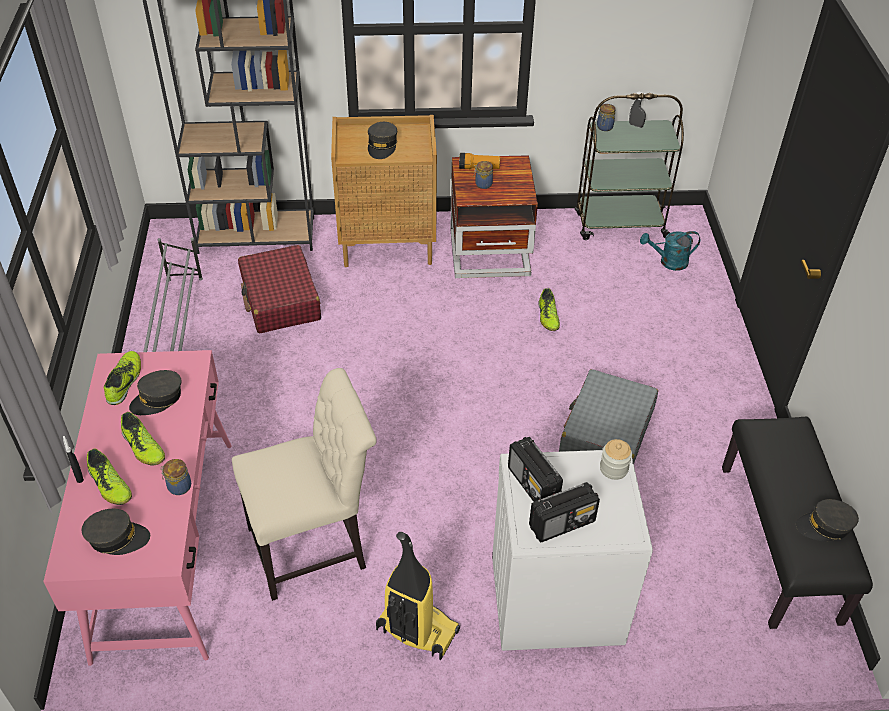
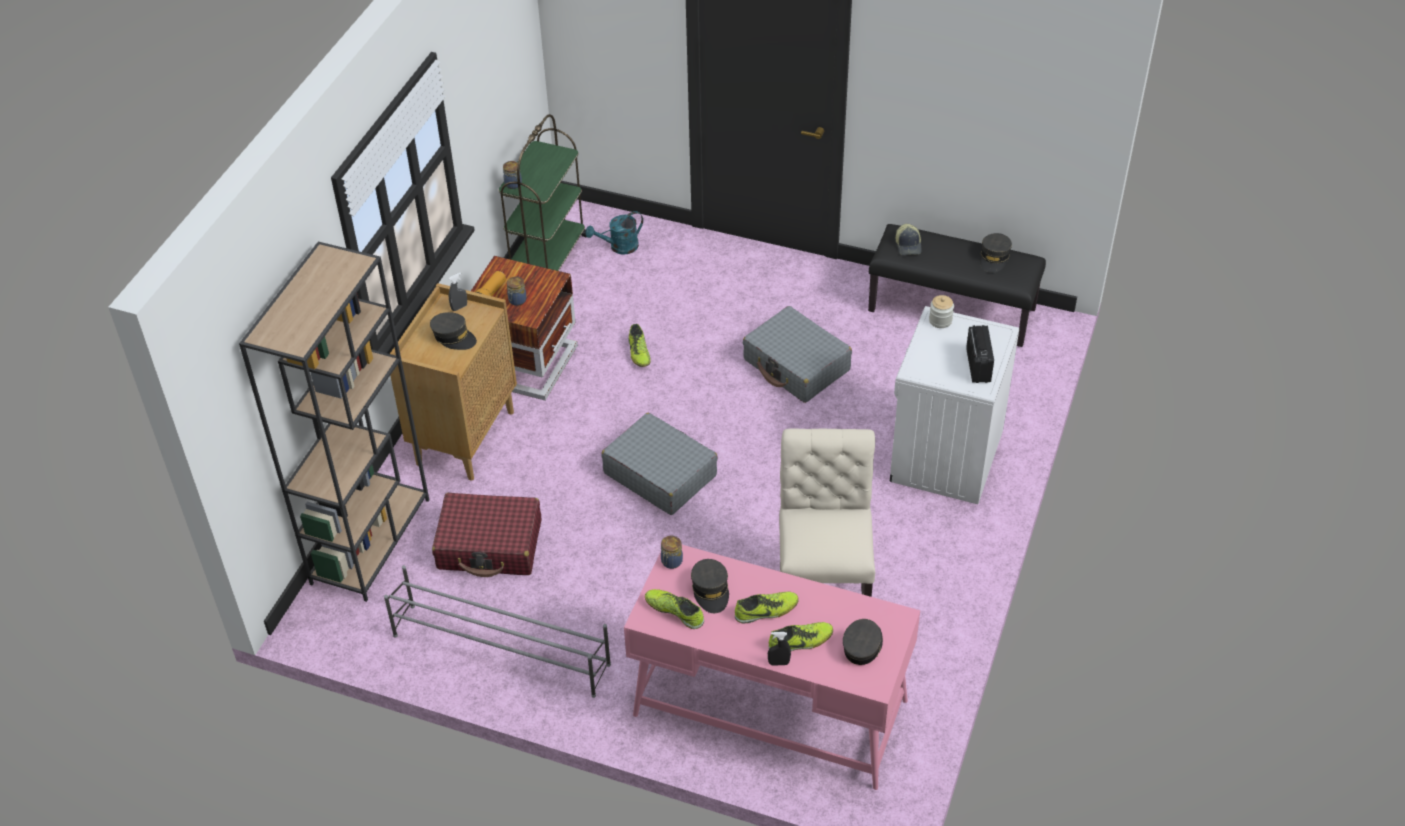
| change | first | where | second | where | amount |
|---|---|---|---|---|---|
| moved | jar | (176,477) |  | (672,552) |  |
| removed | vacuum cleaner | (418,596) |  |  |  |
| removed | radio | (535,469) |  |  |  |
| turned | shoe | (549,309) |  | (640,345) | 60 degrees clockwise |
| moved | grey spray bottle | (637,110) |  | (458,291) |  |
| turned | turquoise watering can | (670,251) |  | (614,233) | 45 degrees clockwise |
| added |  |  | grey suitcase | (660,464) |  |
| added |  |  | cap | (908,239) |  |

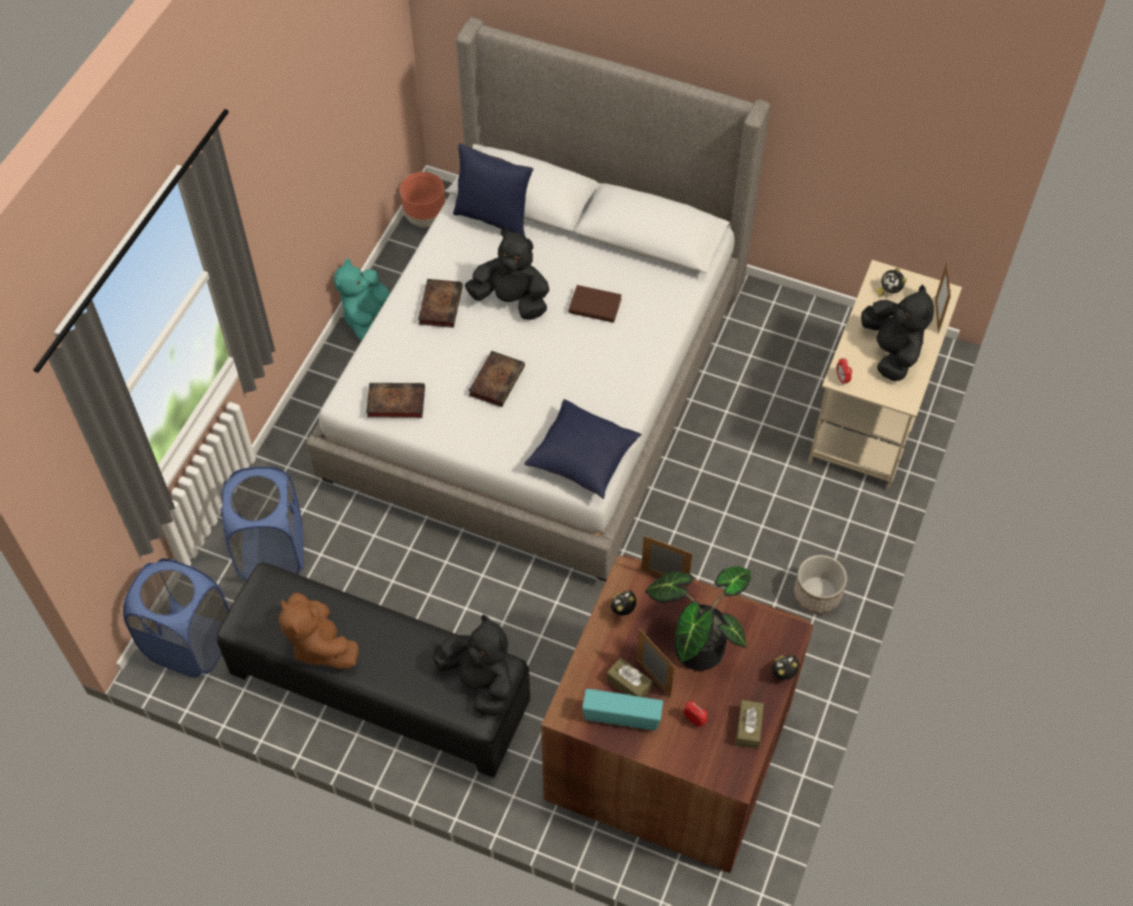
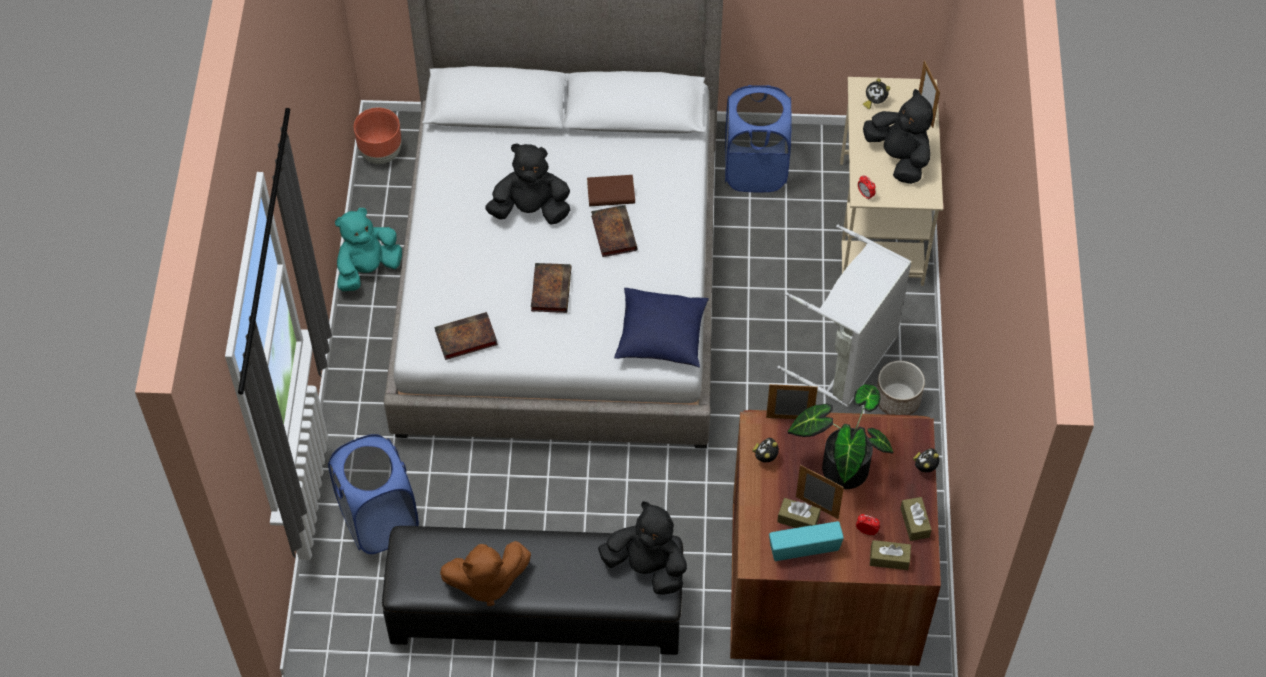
| change | first | where | second | where | amount |
|---|---|---|---|---|---|
| moved | blue laundry basket | (176,618) |  | (758,138) |  |
| turned | brown plush toy | (318,630) |  | (485,573) | 45 degrees counterclockwise |
| turned | turquoise plush toy | (362,300) |  | (368,249) | 60 degrees clockwise |
| moved | book | (440,303) |  | (614,231) |  |
| removed | blue pillow | (493,190) |  |  |  |
| added |  |  | grey laundry basket | (844,315) |  |
| added |  |  | brown tissue box | (890,555) |  |

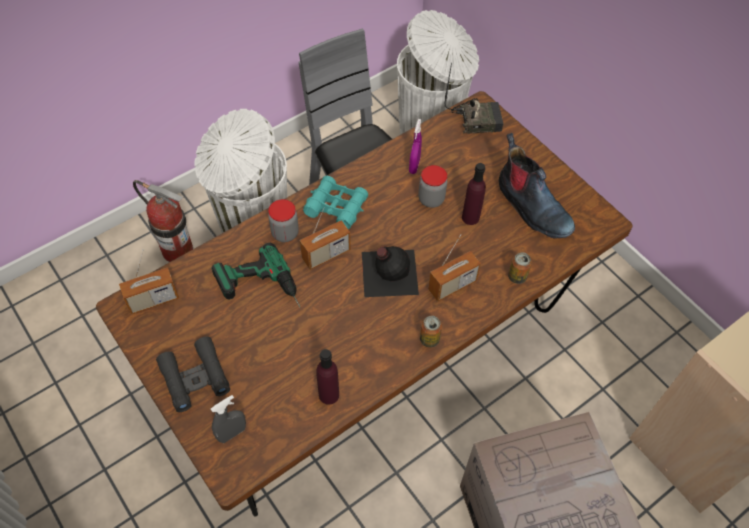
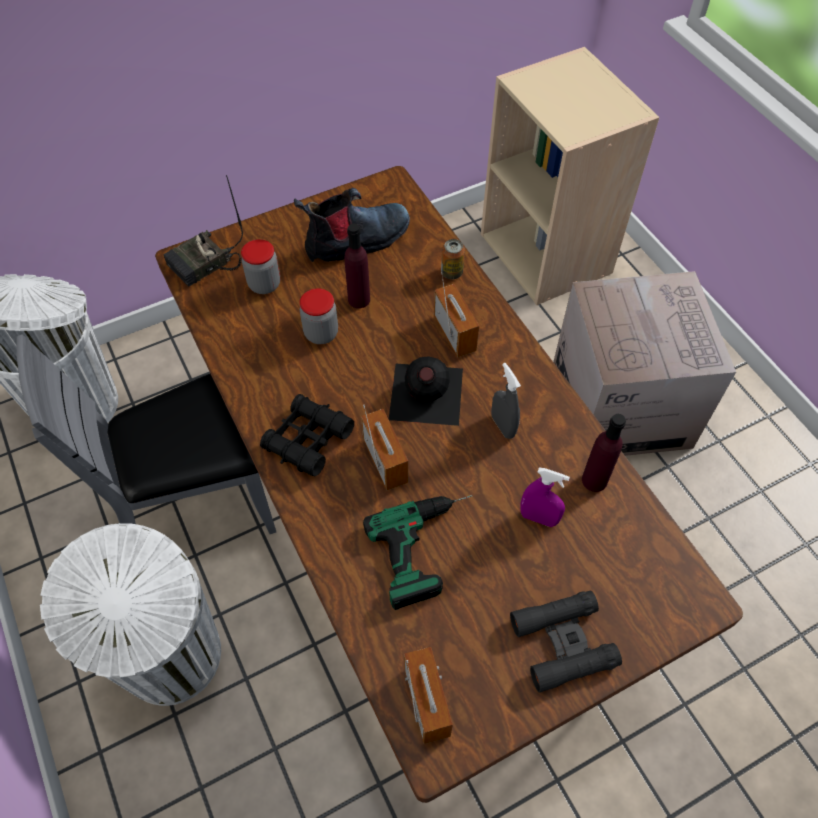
| change | first | where | second | where | amount |
|---|---|---|---|---|---|
| removed | fire extinguisher | (163,221) |  |  |  |
| moved | grey spray bottle | (228,419) |  | (506,401) |  |
| moved | jar | (283,220) |  | (260,266) |  |
| recoloured | turquoise binoculars | (335,202) | black binoculars | (307,435) |  |
| moved | purple spray bottle | (415,146) |  | (545,497) |  |
| removed | can | (431,332) |  |  |  |
| turned | radio | (473,98) |  | (203,231) | 135 degrees counterclockwise |

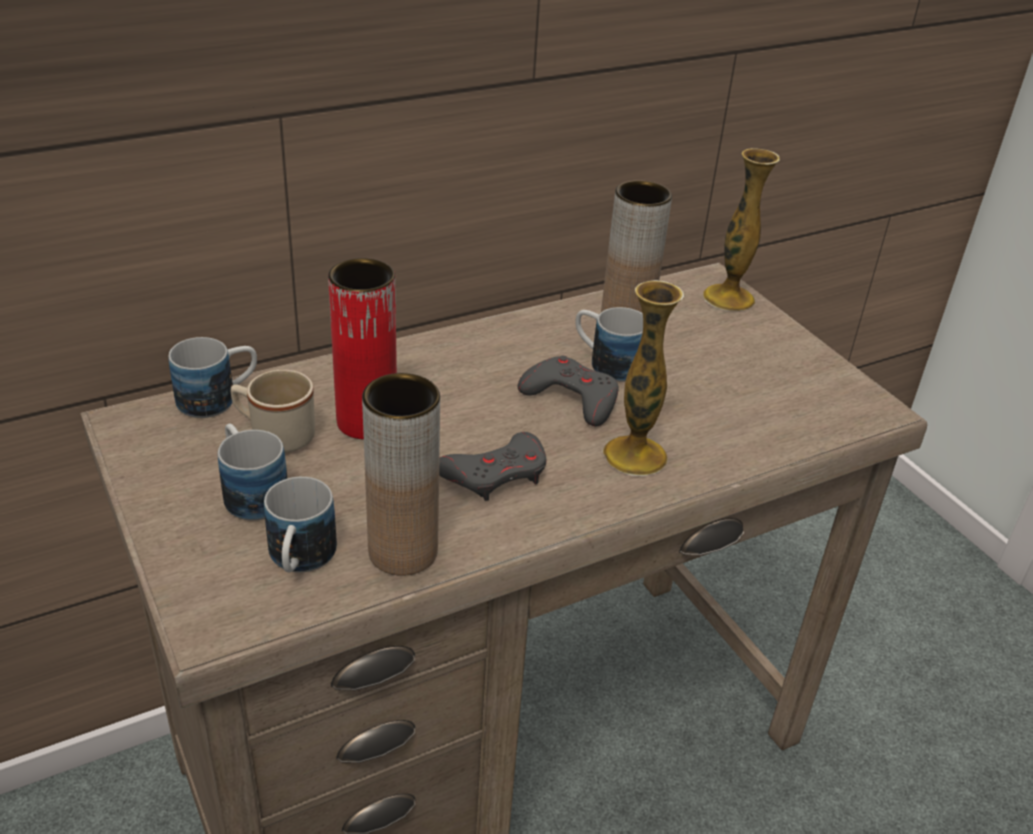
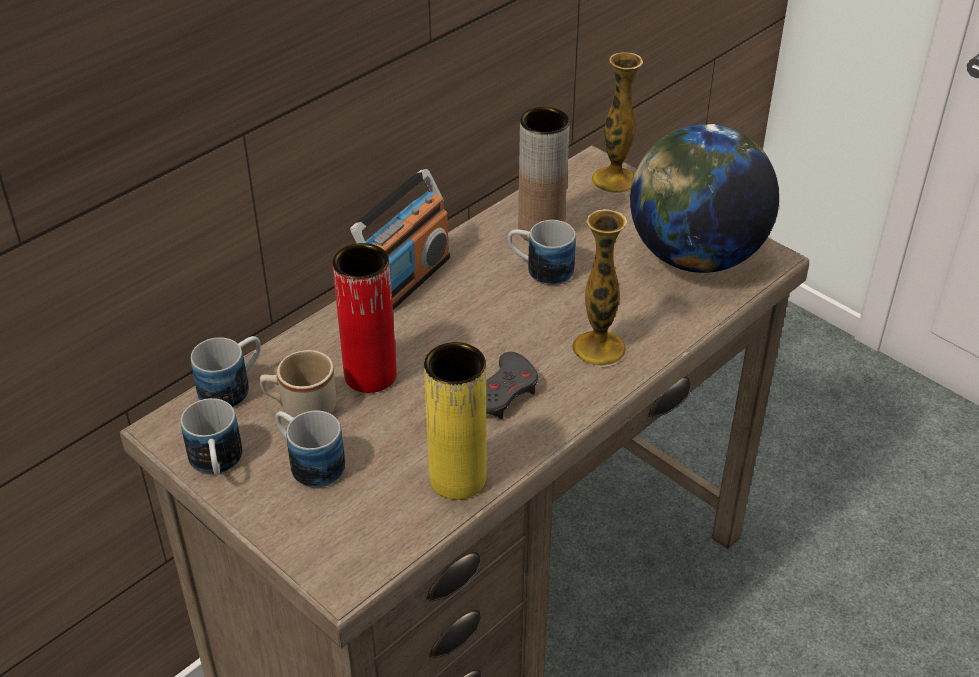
| change | first | where | second | where | amount |
|---|---|---|---|---|---|
| moved | mug | (300,524) |  | (211,436) |  |
| recoloured | brown vase | (401,474) | yellow vase | (455,421) |  |
| removed | grey game controller | (568,391) |  |  |  |
| added |  |  | radio | (400,239) |  |
| added |  |  | globe | (704,198) |  |

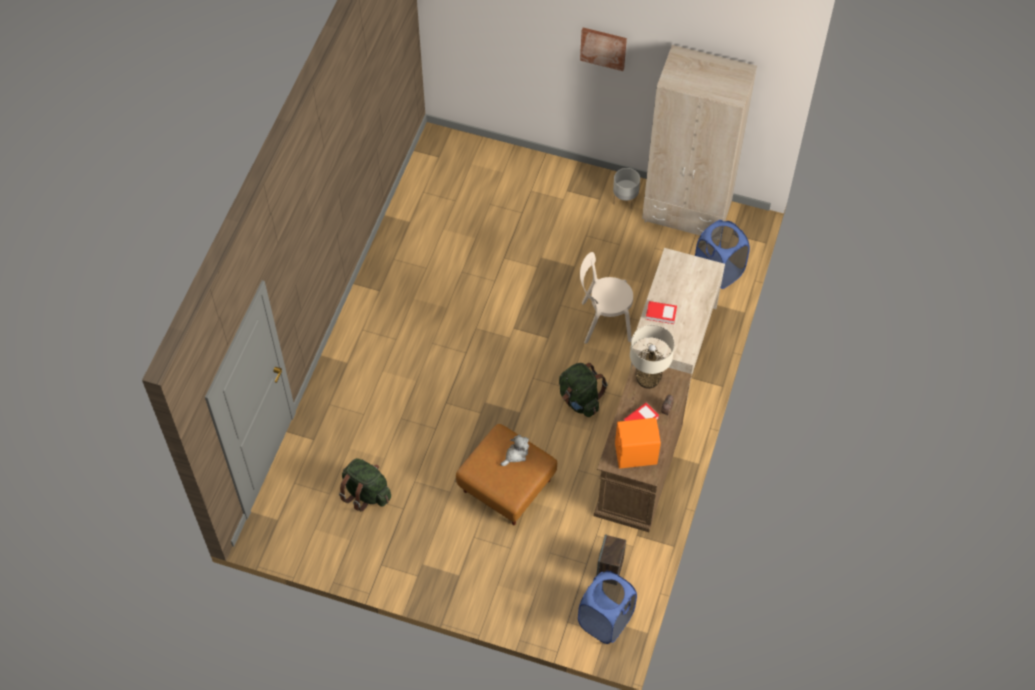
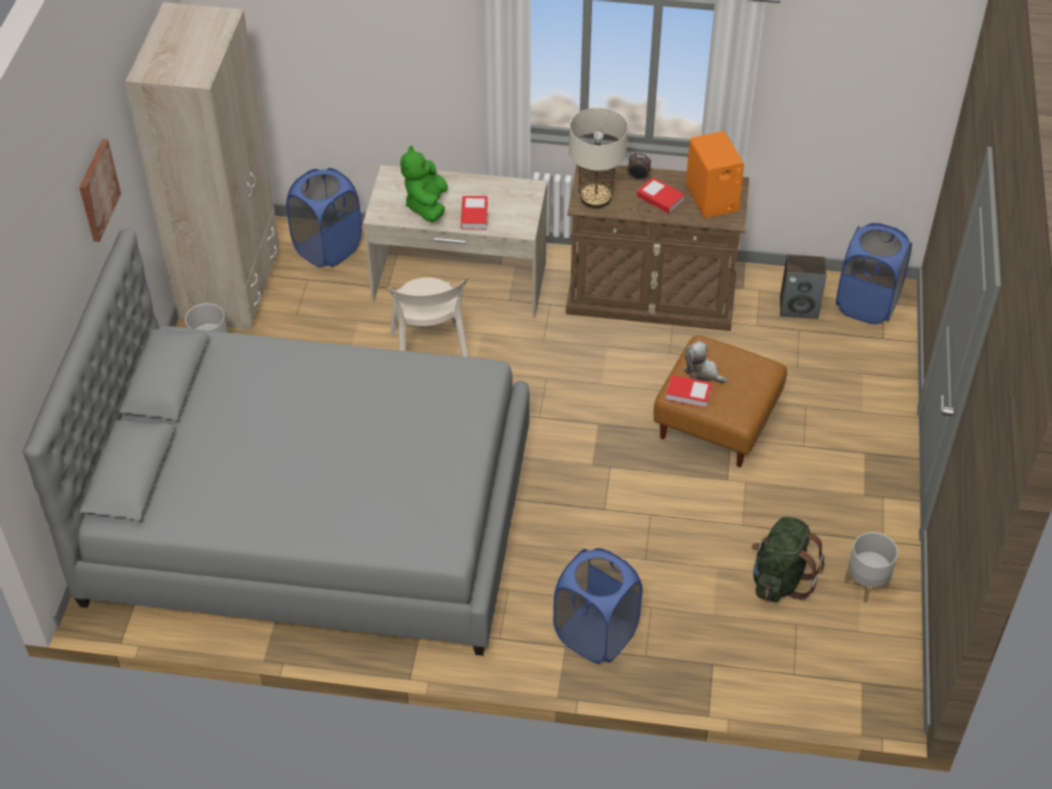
| change | first | where | second | where | amount |
|---|---|---|---|---|---|
| removed | green backpack | (583,390) |  |  |  |
| added |  |  | grey bed | (276,442) |  |
| added |  |  | green plush toy | (424,184) |  |
| added |  |  | blue laundry basket | (597,605) |  |
| added |  |  | book | (689,391) |  |
| added |  |  | grey planter | (871,567) |  |

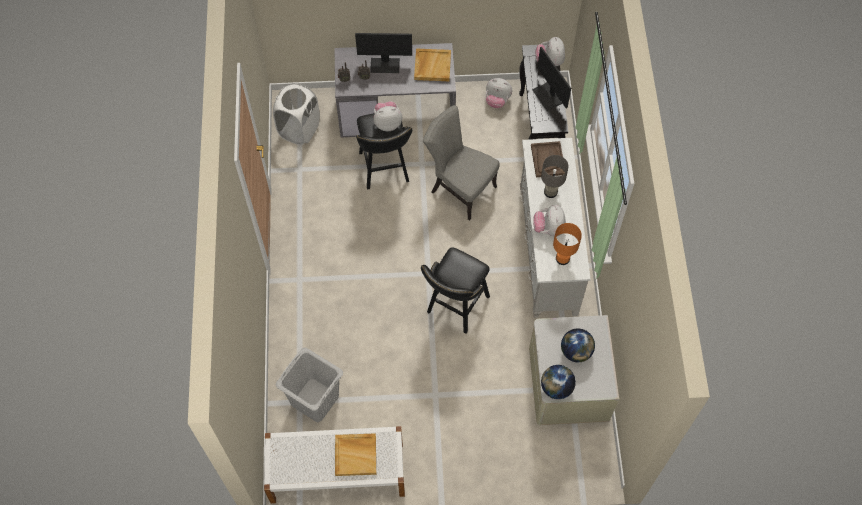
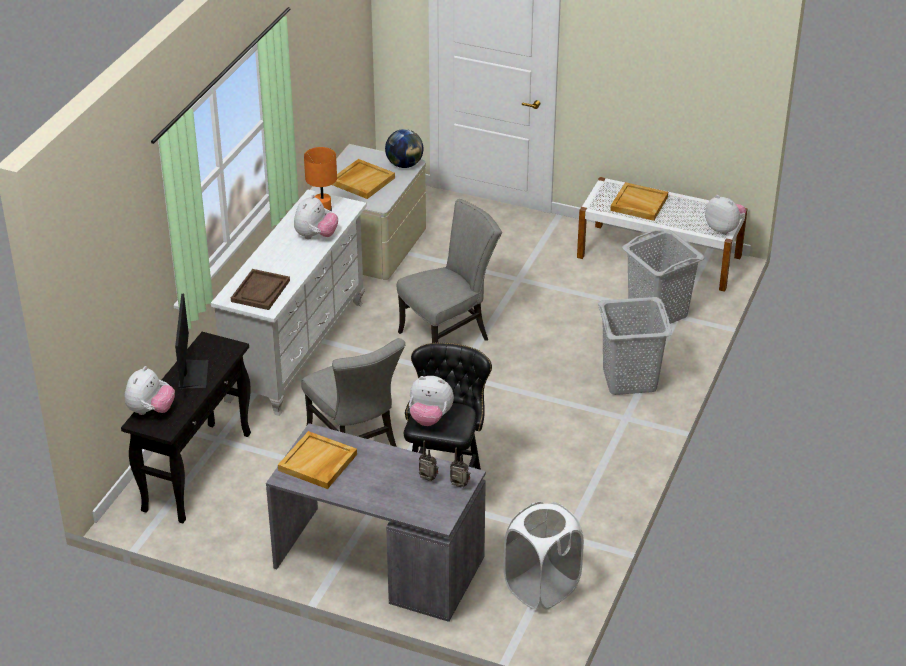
| change | first | where | second | where | amount |
|---|---|---|---|---|---|
| removed | monitor | (383,53) |  |  |  |
| replaced | black stool | (455,290) | grey chair | (449,271) |  |
| moved | plush toy | (499,93) |  | (725,215) |  |
| removed | grey table lamp | (554,176) |  |  |  |
| replaced | globe | (578,345) | beige tray | (363,179) |  |
| added |  |  | grey laundry basket | (635,346) |  |

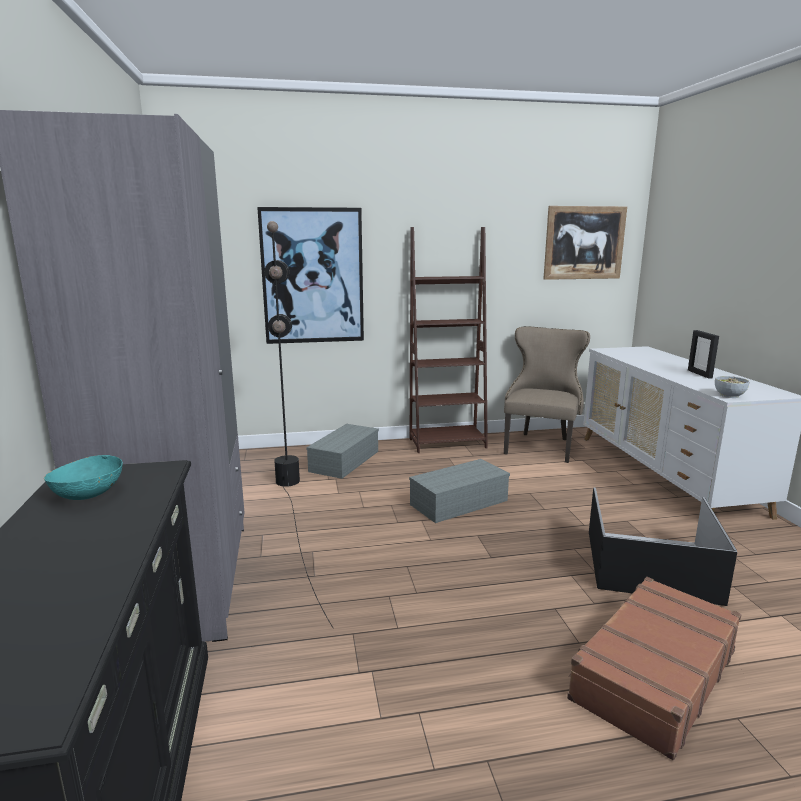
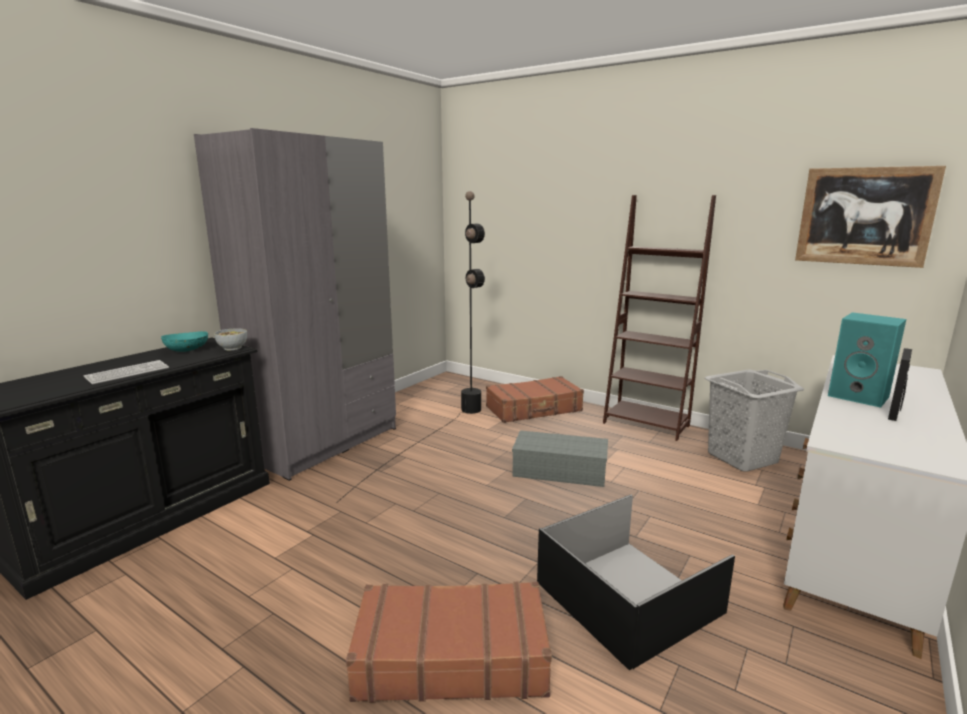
| change | first | where | second | where | amount |
|---|---|---|---|---|---|
| removed | picture | (310,275) |  |  |  |
| replaced | grey storage box | (342,451) | brown suitcase | (535,399) |  |
| replaced | beige chair | (547,394) | grey laundry basket | (754,420) |  |
| moved | bowl | (732,387) |  | (230,339) |  |
| added |  |  | keyboard | (126,372) |  |
| added |  |  | turquoise speaker | (867,360) |  |

